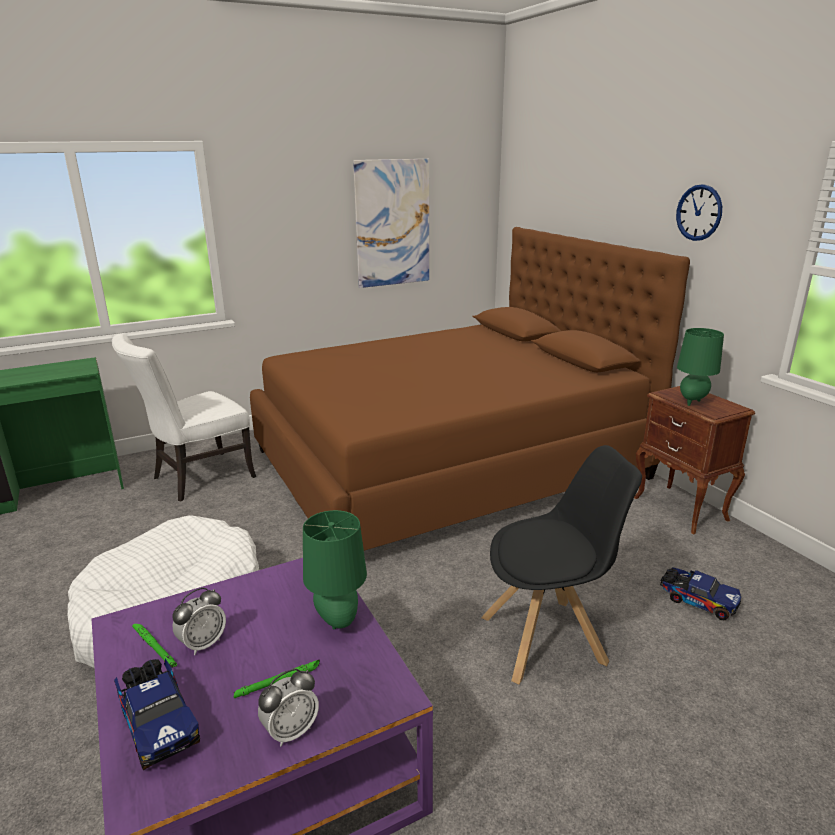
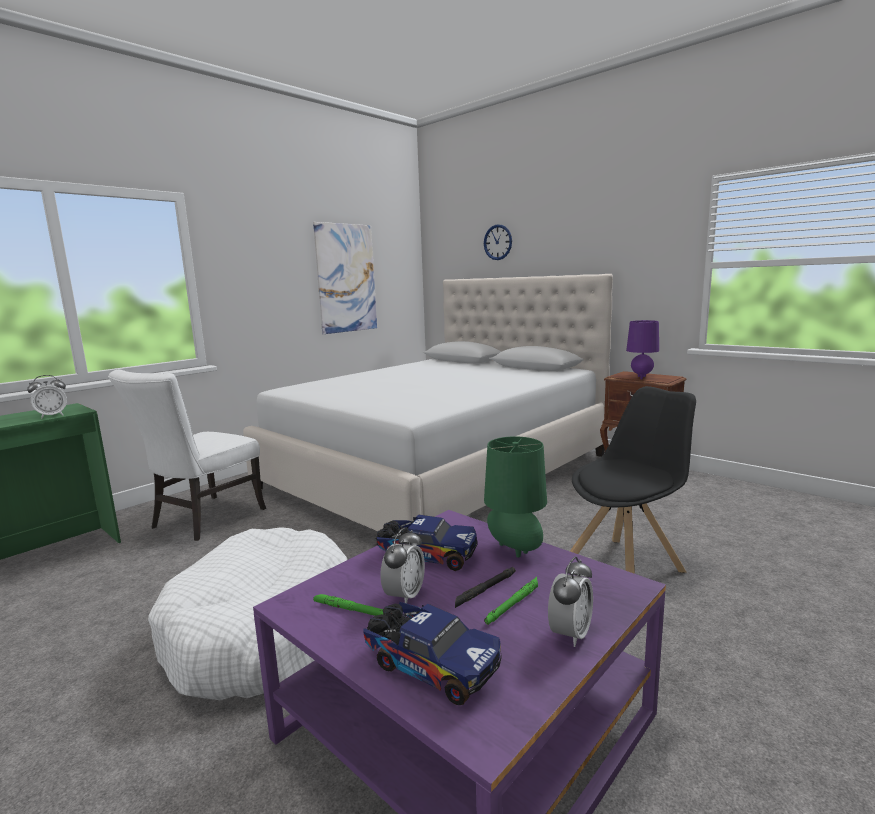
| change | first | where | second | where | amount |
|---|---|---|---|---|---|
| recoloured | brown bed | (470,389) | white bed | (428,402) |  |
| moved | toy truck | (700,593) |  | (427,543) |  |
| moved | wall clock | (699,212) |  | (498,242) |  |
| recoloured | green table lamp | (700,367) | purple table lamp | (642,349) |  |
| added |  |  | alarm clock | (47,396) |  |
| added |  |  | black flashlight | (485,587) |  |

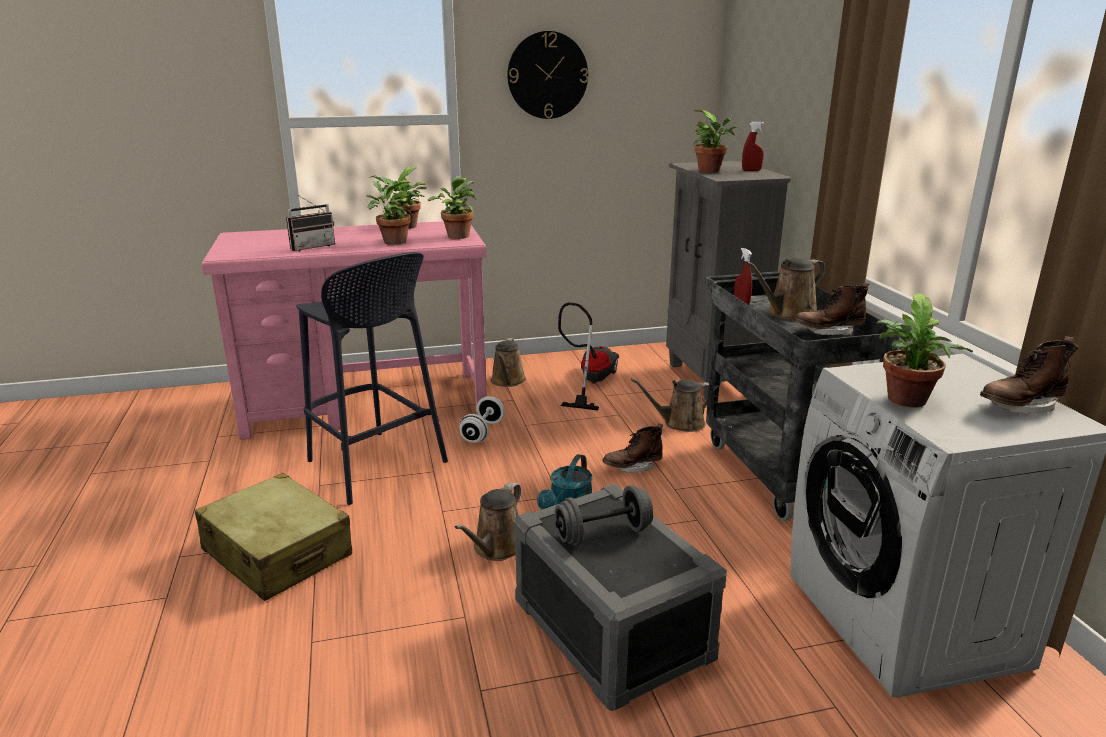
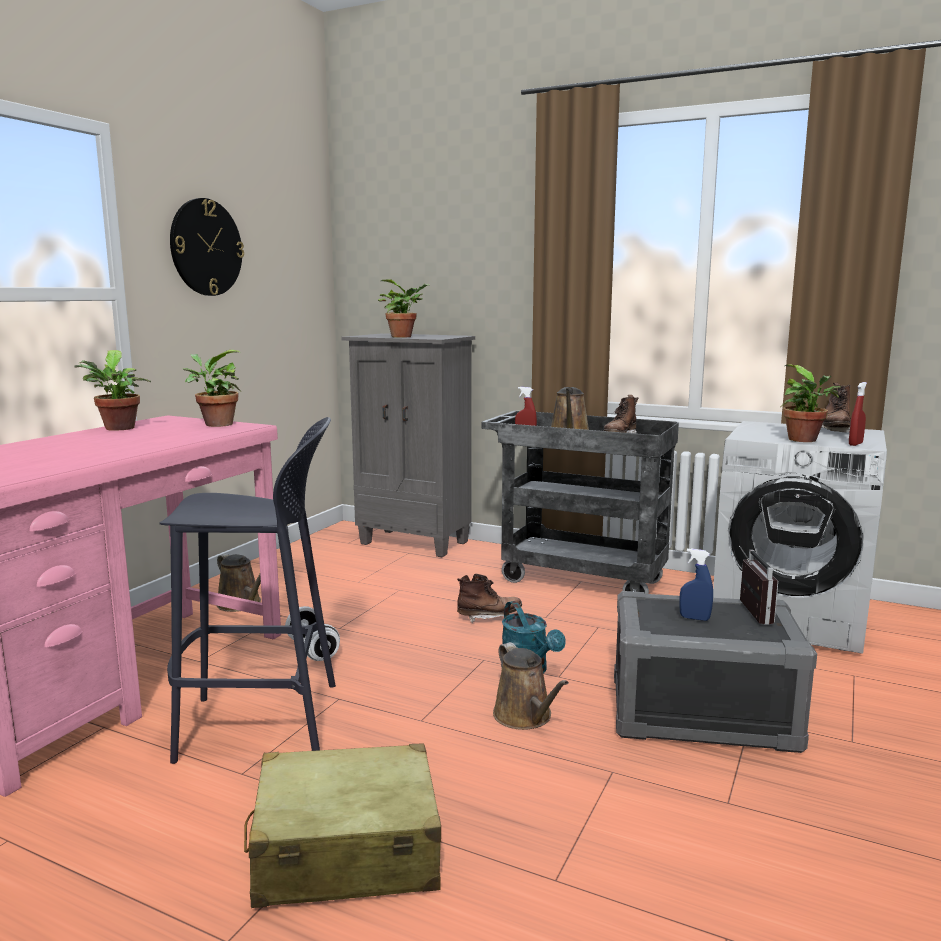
| change | first | where | second | where | amount |
|---|---|---|---|---|---|
| moved | radio | (310,222) |  | (758,585) |  |
| removed | potted plant | (389,212) |  |  |  |
| replaced | grey dumbbell | (604,515) | blue spray bottle | (696,584) |  |
| removed | vacuum cleaner | (588,356) |  |  |  |
| turned | brown boot | (633,448) |  | (489,598) | 120 degrees counterclockwise |
| removed | brown watering can | (670,405) |  |  |  |
| moved | red spray bottle | (753,146) |  | (858,414) |  |

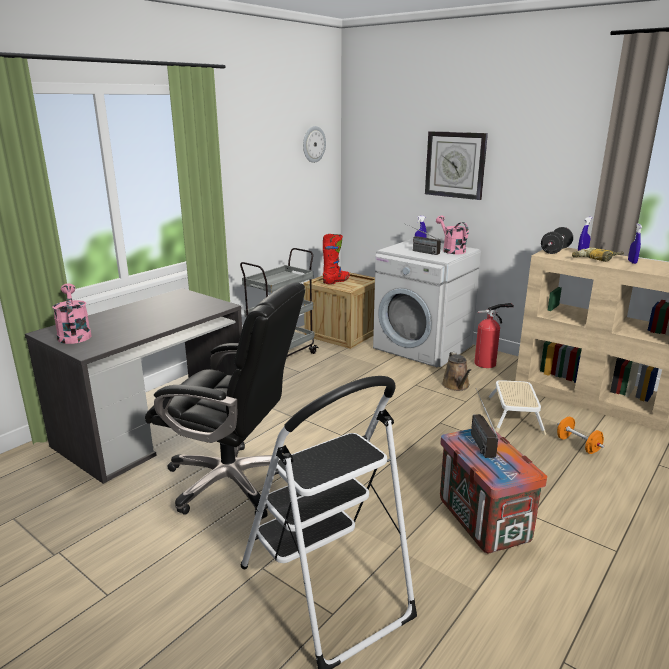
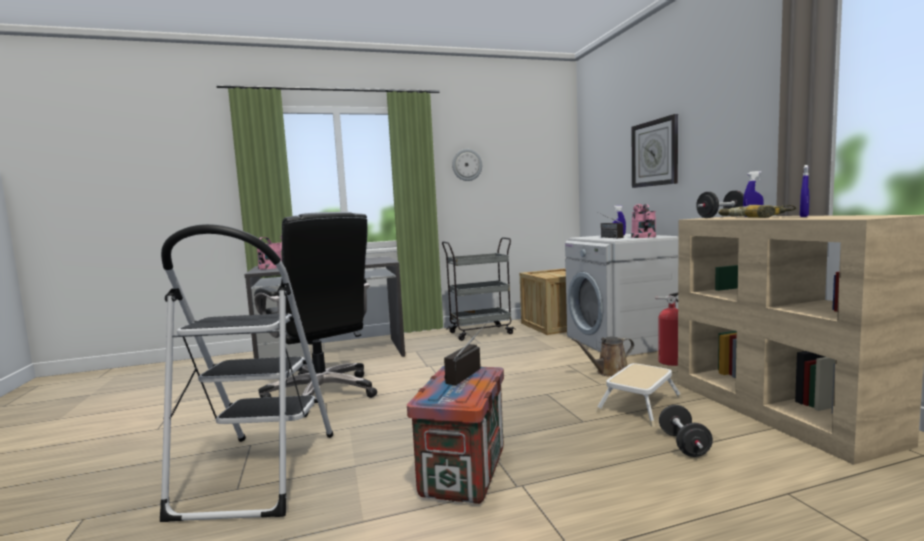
| change | first | where | second | where | amount |
|---|---|---|---|---|---|
| moved | wall clock | (314,144) |  | (467,165) |  |
| removed | red boot | (336,259) |  |  |  |
| turned | brown watering can | (456,371) |  | (603,356) | 45 degrees clockwise |
| recoloured | orange dumbbell | (580,435) | black dumbbell | (686,431) |  |

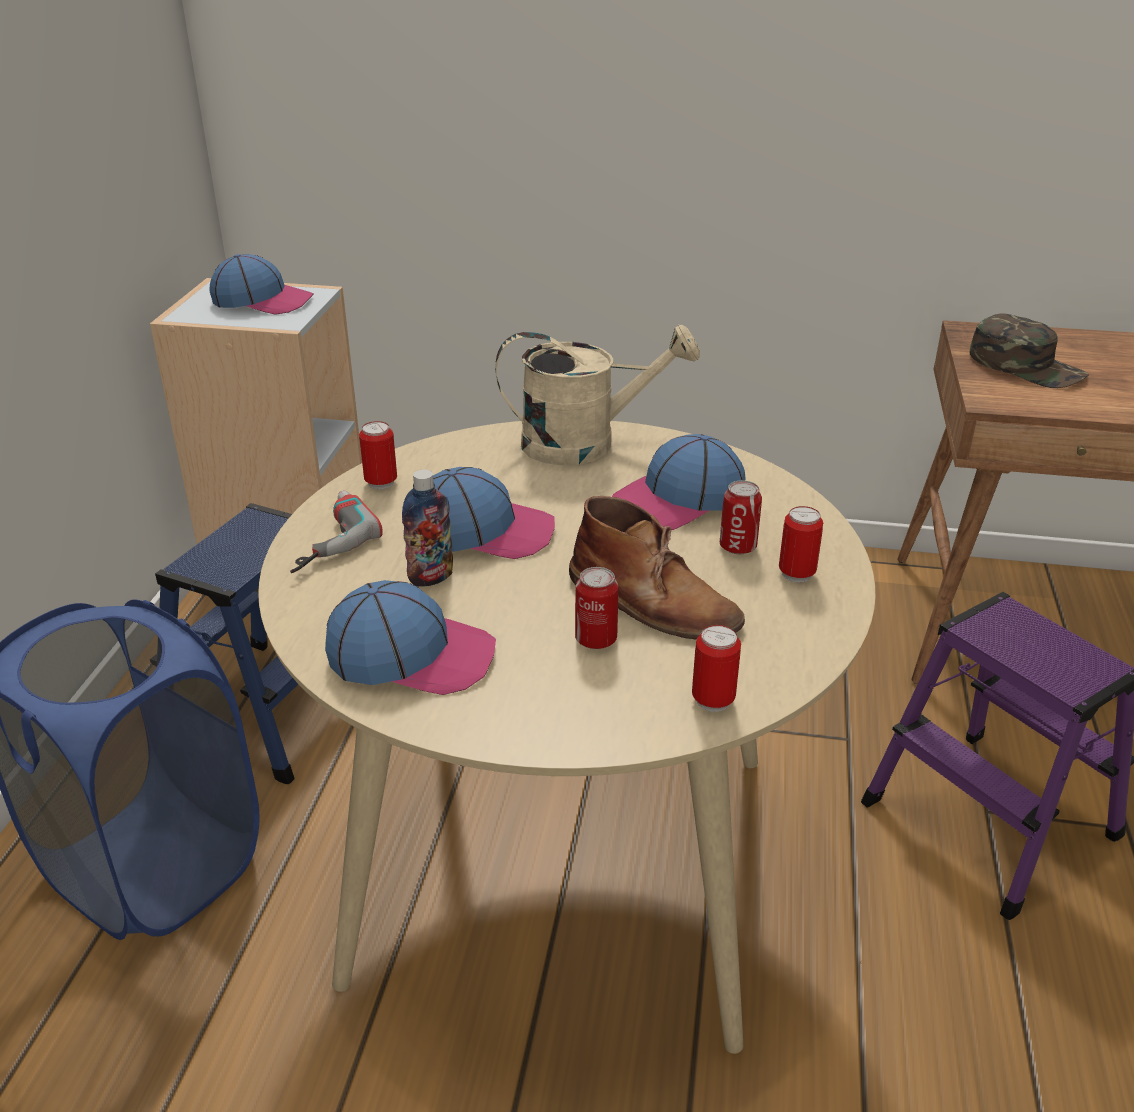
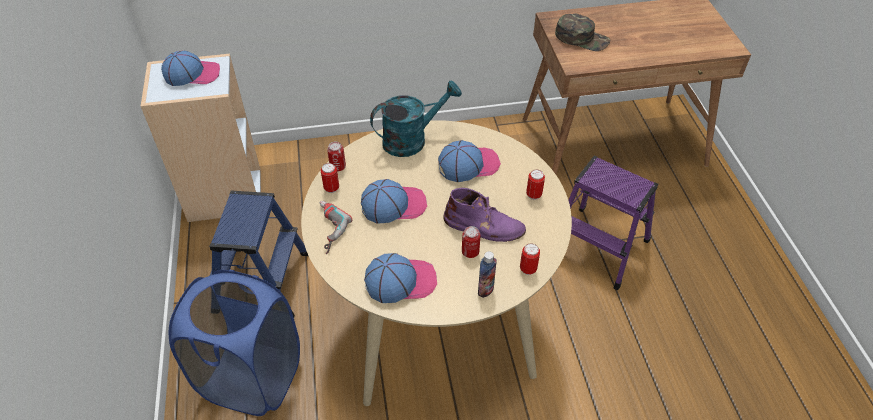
| change | first | where | second | where | amount |
|---|---|---|---|---|---|
| moved | bottle | (427,528) |  | (487,275) |  |
| recoloured | beige watering can | (597,394) | turquoise watering can | (416,119) |  |
| recoloured | brown boot | (657,567) | purple boot | (484,215) |  |
| turned | cap | (679,482) |  | (469,161) | 150 degrees counterclockwise |
| moved | can | (741,517) |  | (336,157) |  |

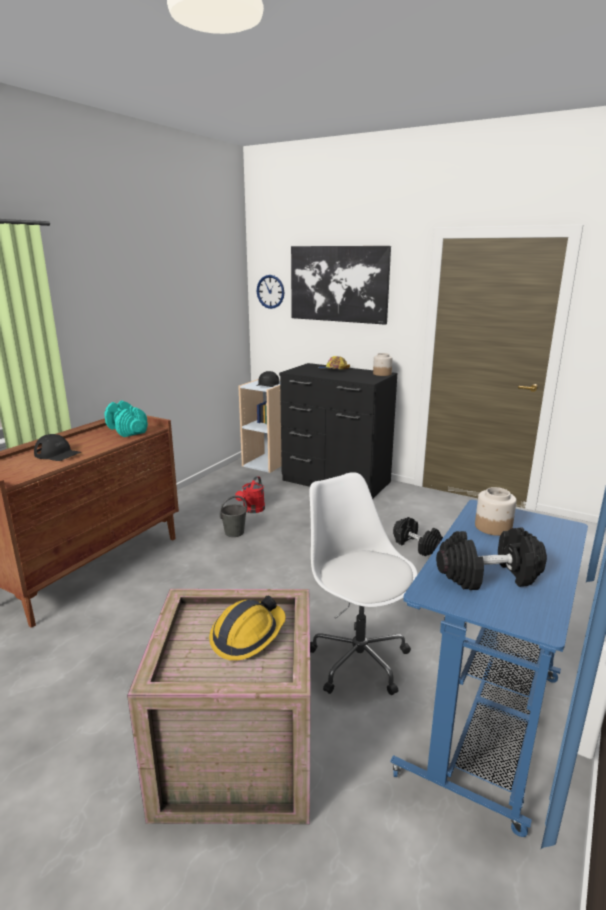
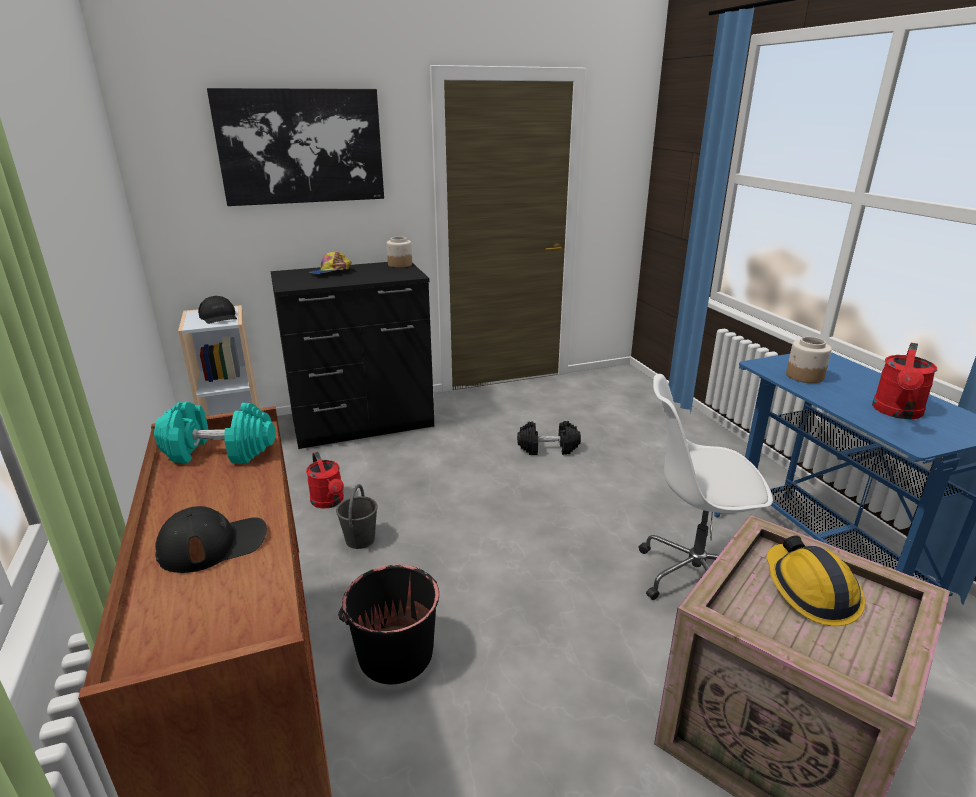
| change | first | where | second | where | amount |
|---|---|---|---|---|---|
| removed | wall clock | (271,292) |  |  |  |
| replaced | black dumbbell | (491,559) | red watering can | (904,381) |  |
| added |  |  | black bucket | (388,624) |  |

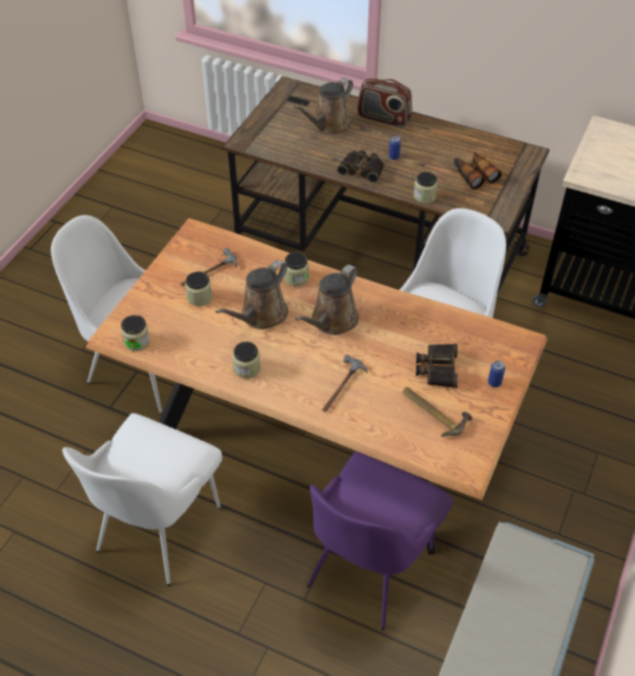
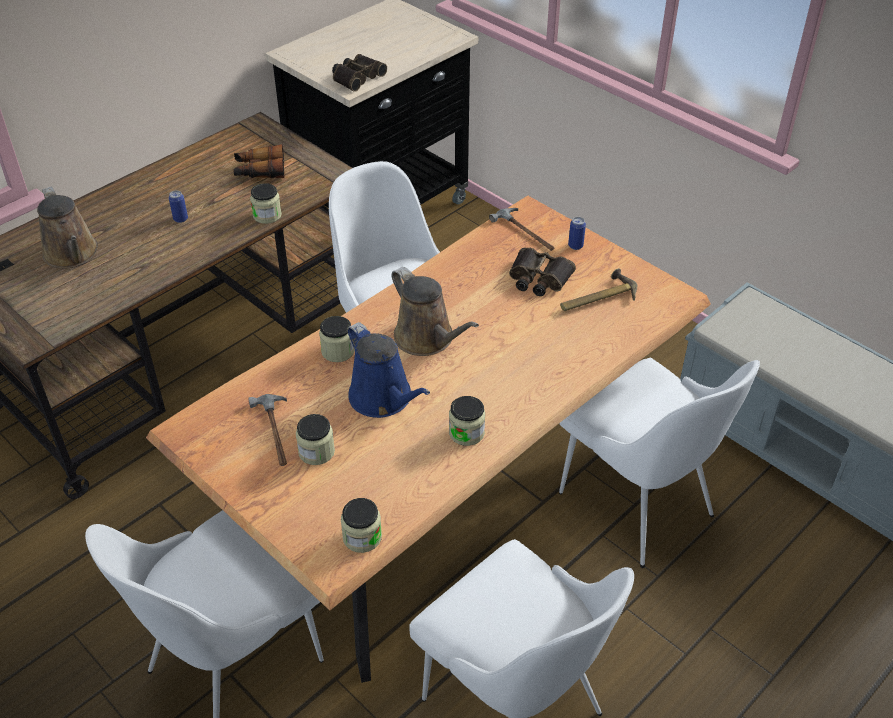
| change | first | where | second | where | amount |
|---|---|---|---|---|---|
| recoloured | brown watering can | (252,295) | blue watering can | (389,370) |  |
| recoloured | purple chair | (380,540) | white chair | (659,463) |  |
| moved | hammer | (345,383) |  | (522,229) |  |
| moved | binoculars | (360,166) |  | (359,73) |  |
| removed | radio | (384,102) |  |  |  |

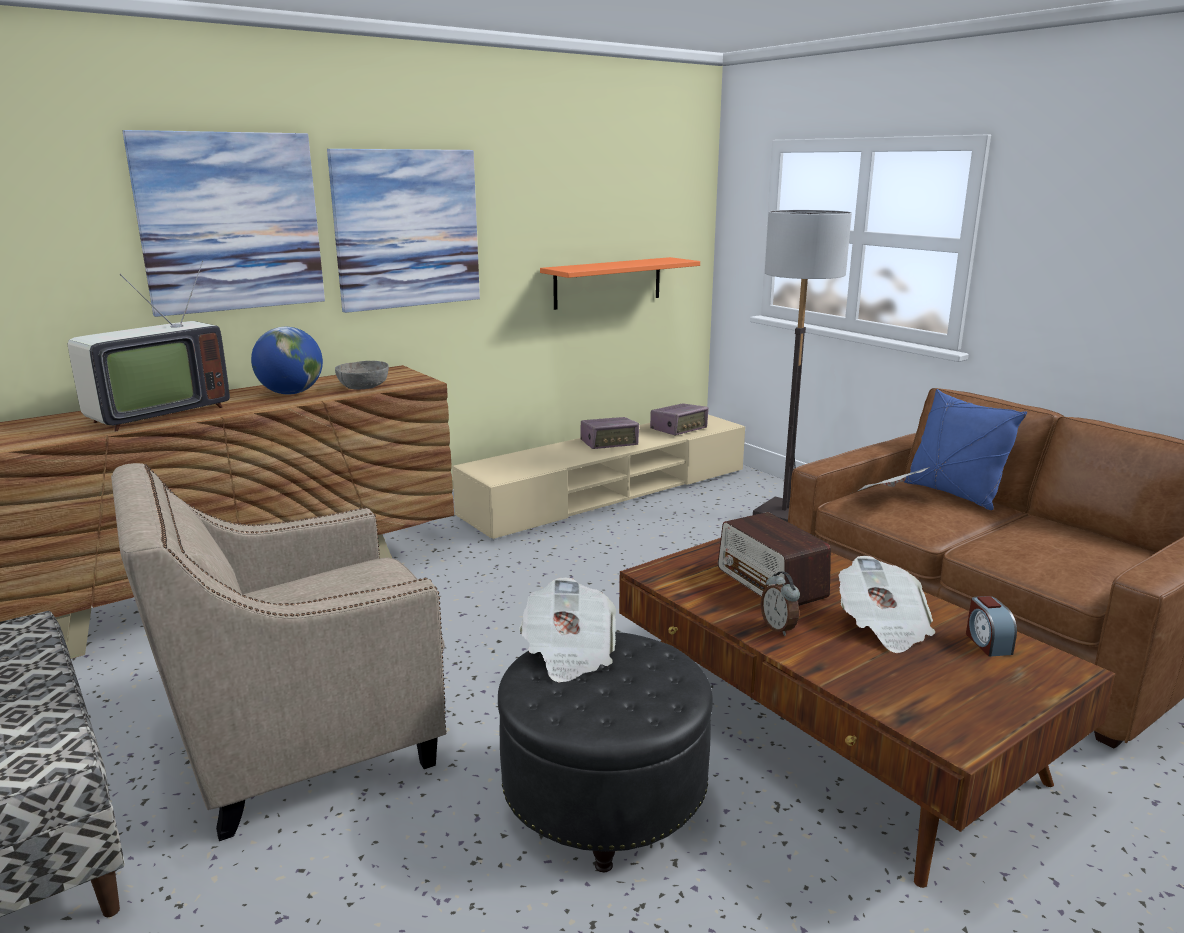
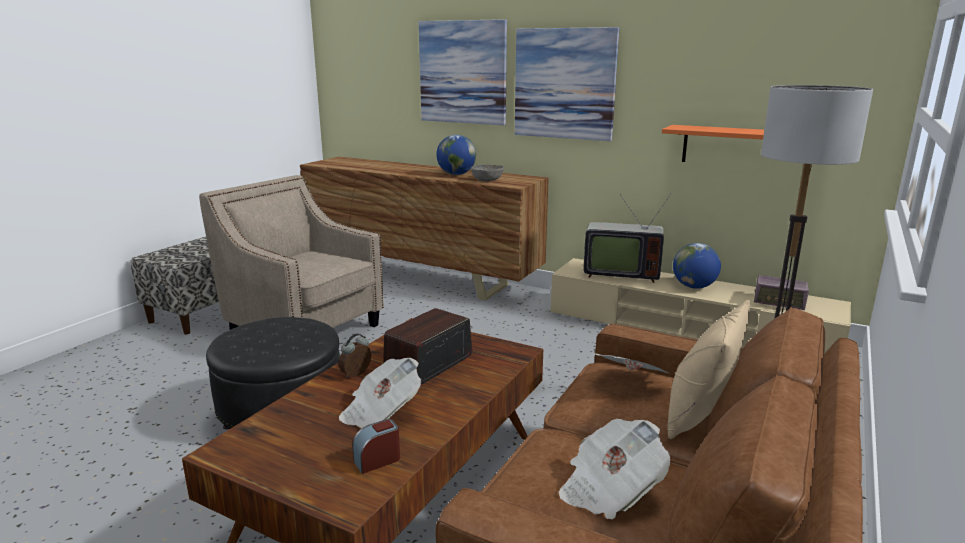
| change | first | where | second | where | amount |
|---|---|---|---|---|---|
| moved | television | (149,346) |  | (628,238) |  |
| moved | newspaper | (567,630) |  | (614,469) |  |
| replaced | radio | (609,433) | globe | (697,266) |  |
| recoloured | blue pillow | (965,449) | beige pillow | (708,369) |  |

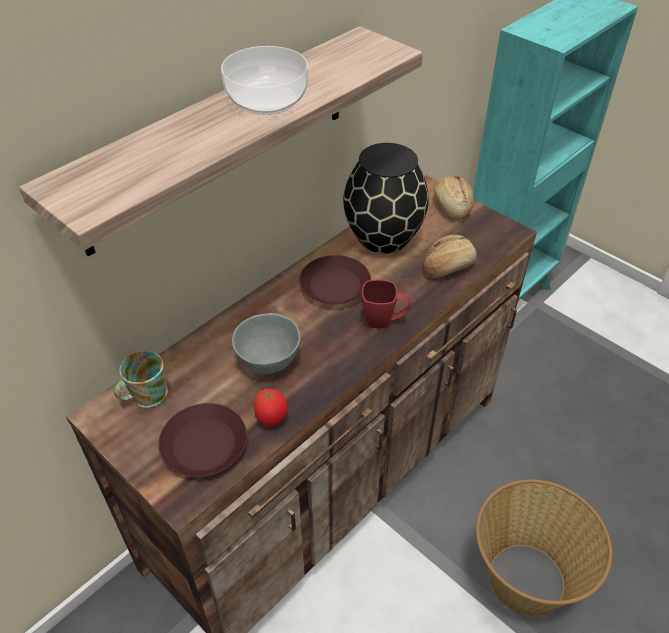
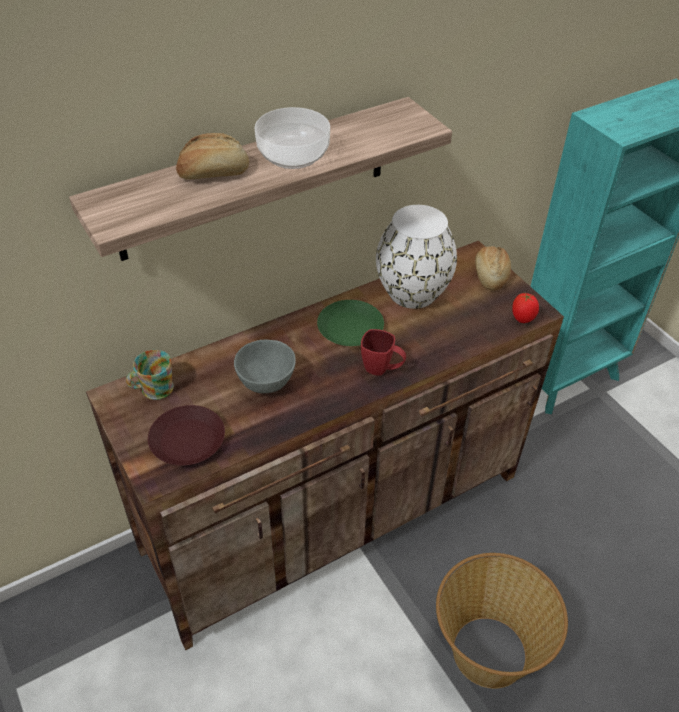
| change | first | where | second | where | amount |
|---|---|---|---|---|---|
| moved | tomato | (271,408) |  | (525,308) |  |
| recoloured | brown plate | (335,280) | green plate | (350,323) |  |
| recoloured | black vase | (386,198) | white vase | (416,257) |  |
| moved | bread | (450,256) |  | (212,156) |  |

